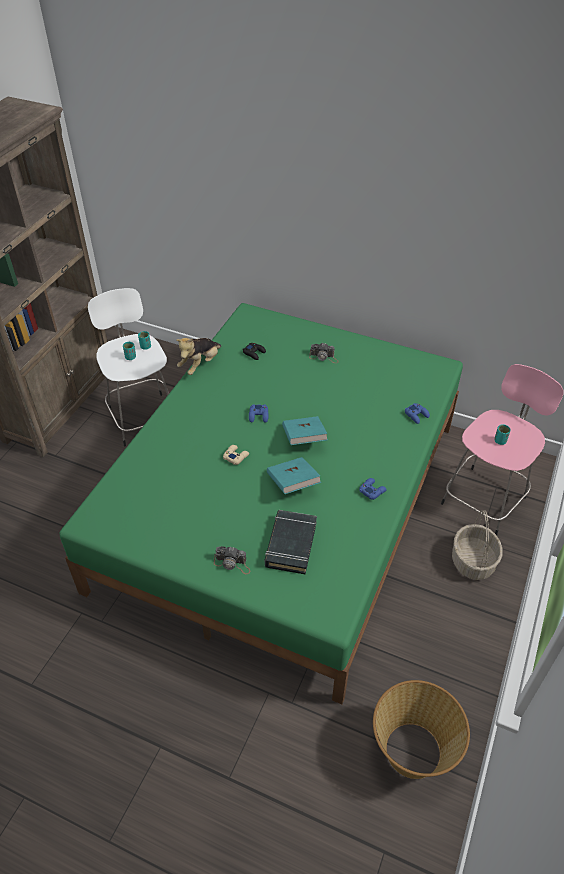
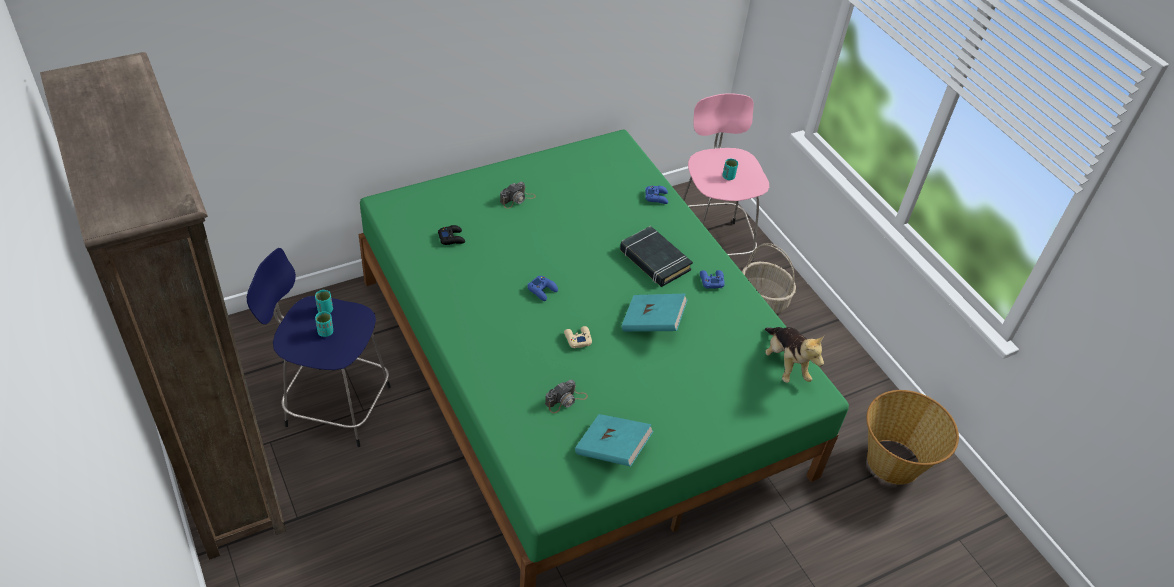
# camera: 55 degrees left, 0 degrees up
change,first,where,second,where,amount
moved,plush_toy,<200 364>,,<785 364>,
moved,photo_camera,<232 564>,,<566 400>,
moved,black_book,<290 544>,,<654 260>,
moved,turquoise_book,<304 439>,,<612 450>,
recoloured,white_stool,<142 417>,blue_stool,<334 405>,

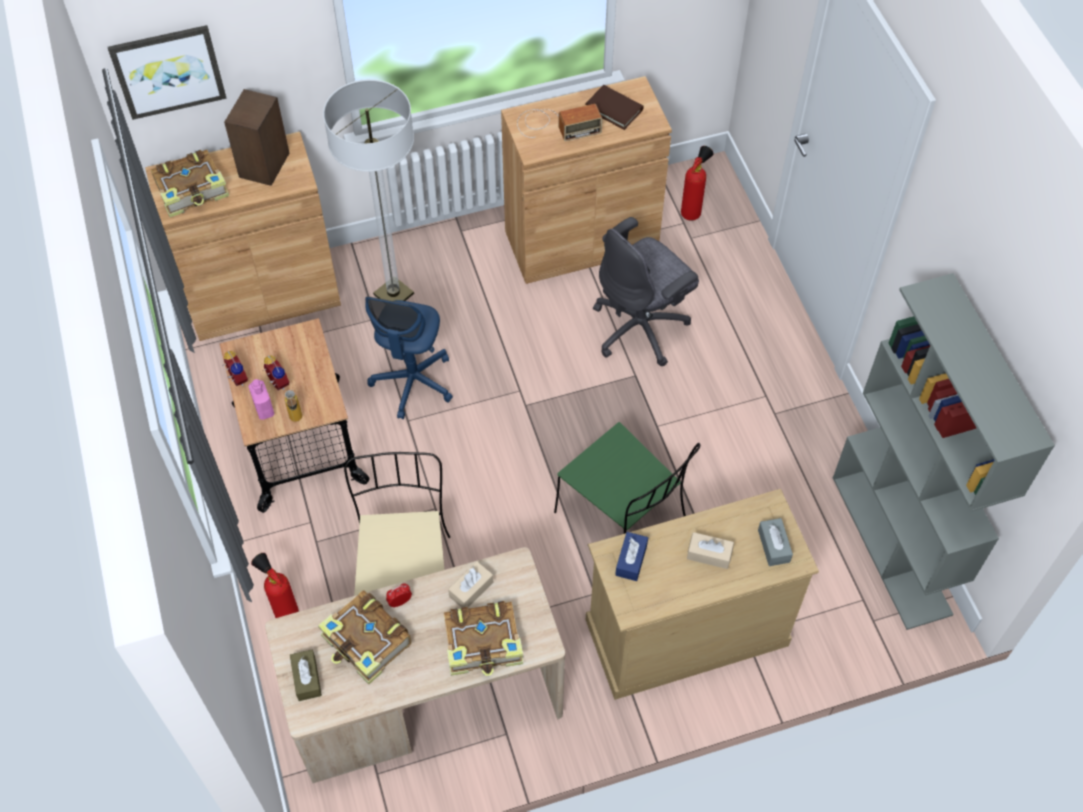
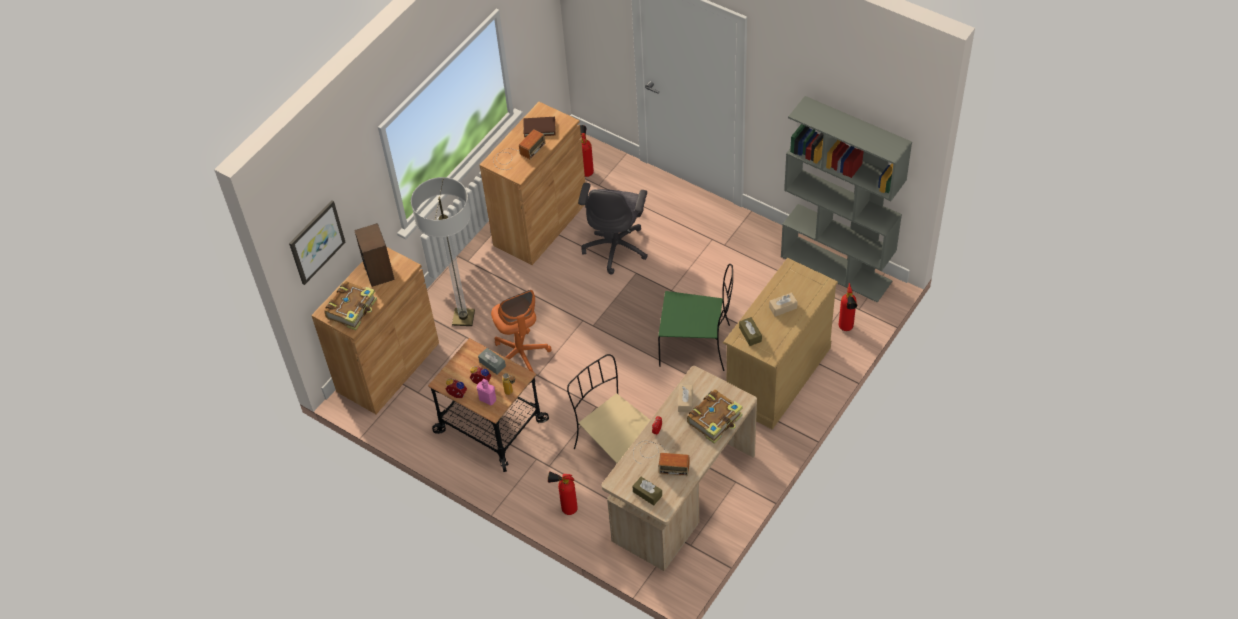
# camera: 35 degrees left, 5 degrees down
change,first,where,second,where,amount
added,,,fire_extinguisher,<846 329>,
moved,grey_tissue_box,<773 546>,,<492 364>,
replaced,book,<366 642>,radio,<660 458>,
recoloured,blue_office_chair,<413 382>,orange_office_chair,<521 355>,
recoloured,blue_tissue_box,<631 560>,brown_tissue_box,<750 334>,

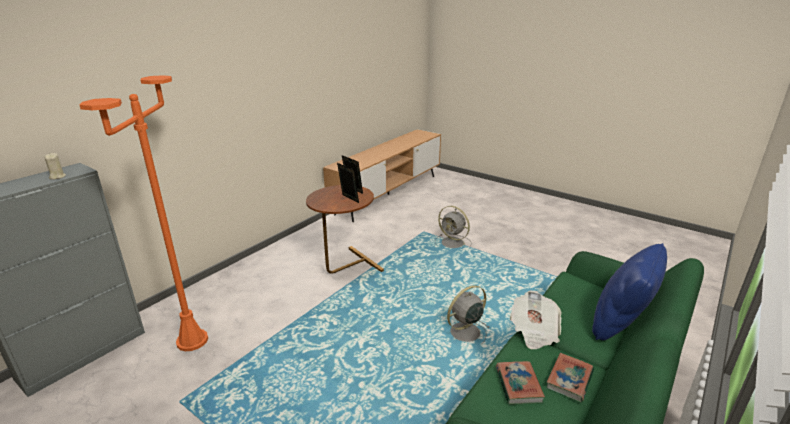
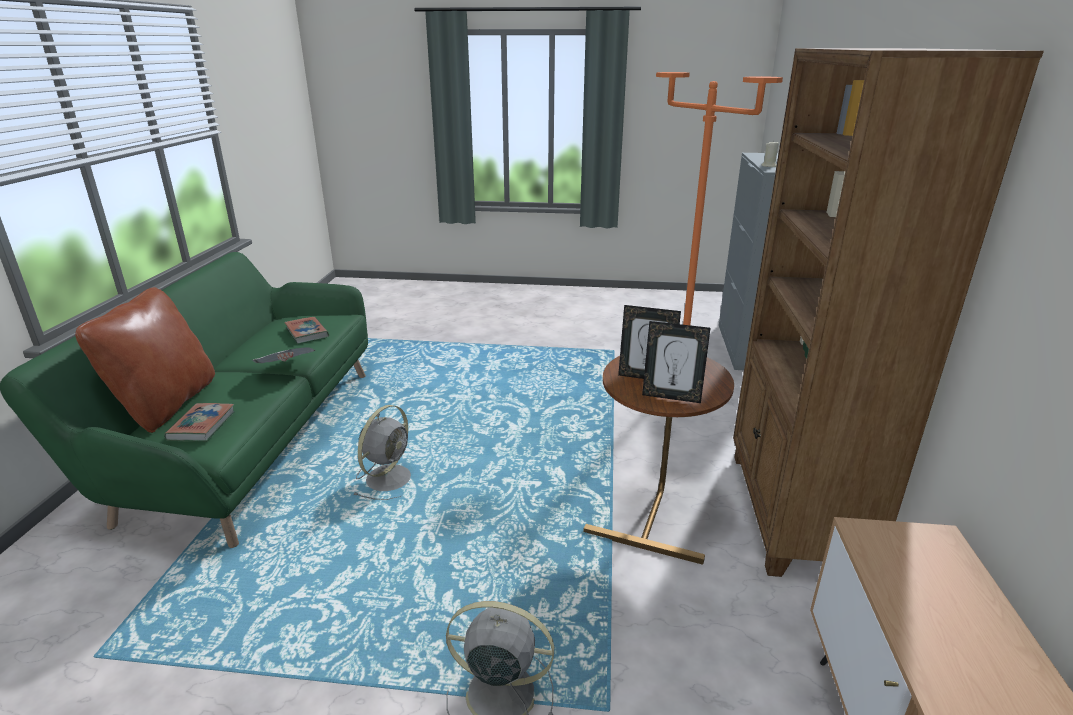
# camera: 150 degrees right, 0 degrees up
change,first,where,second,where,amount
added,,,brown_bookcase,<792 513>,
moved,book,<569 380>,,<202 426>,
recoloured,blue_pillow,<620 324>,brown_pillow,<166 405>,

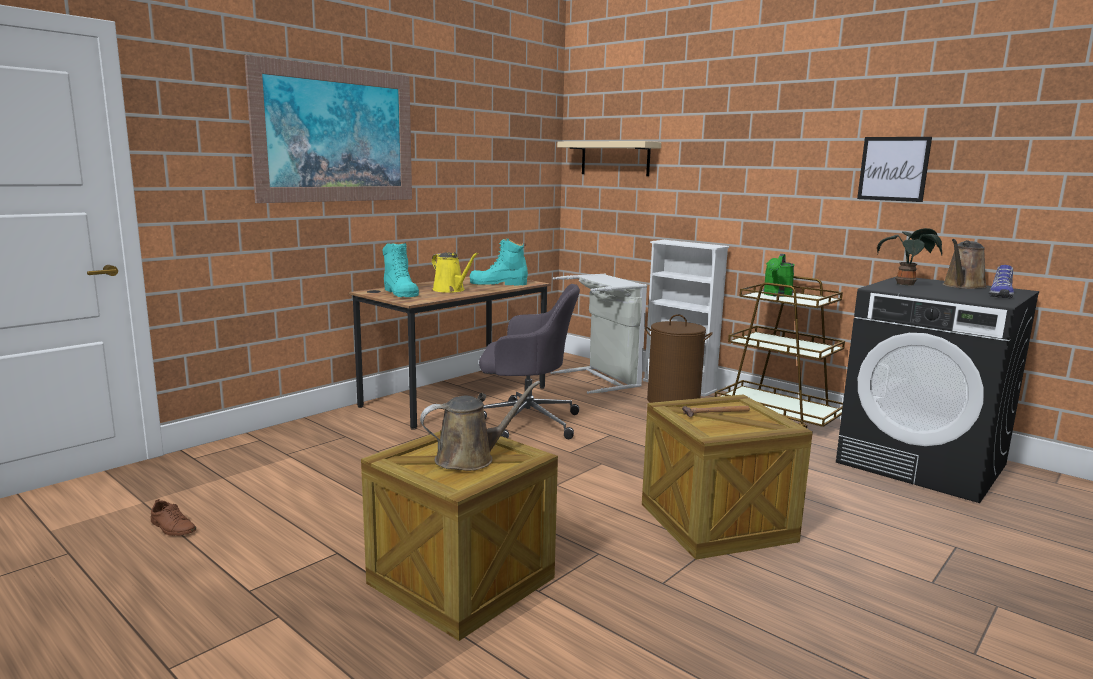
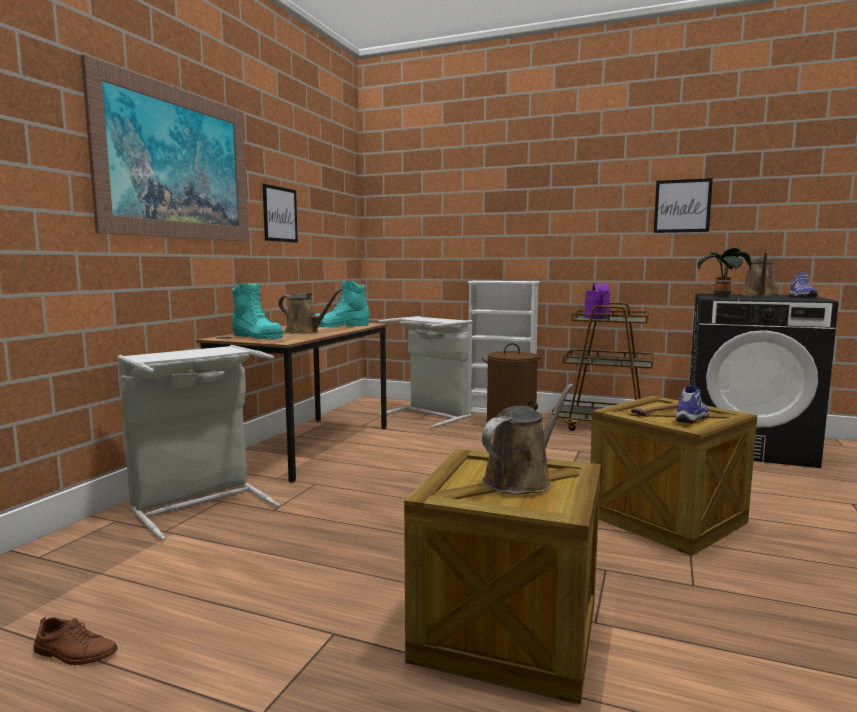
# camera: 20 degrees left, 5 degrees down
change,first,where,second,where,amount
removed,grey_office_chair,<526 422>,,,
removed,beige_shelf,<615 158>,,,
added,,,grey_laundry_basket,<200 504>,
added,,,picture,<280 214>,
added,,,shoe,<692 419>,
recoloured,yellow_watering_can,<451 290>,brown_watering_can,<305 332>,
recoloured,green_watering_can,<776 295>,purple_watering_can,<598 318>,

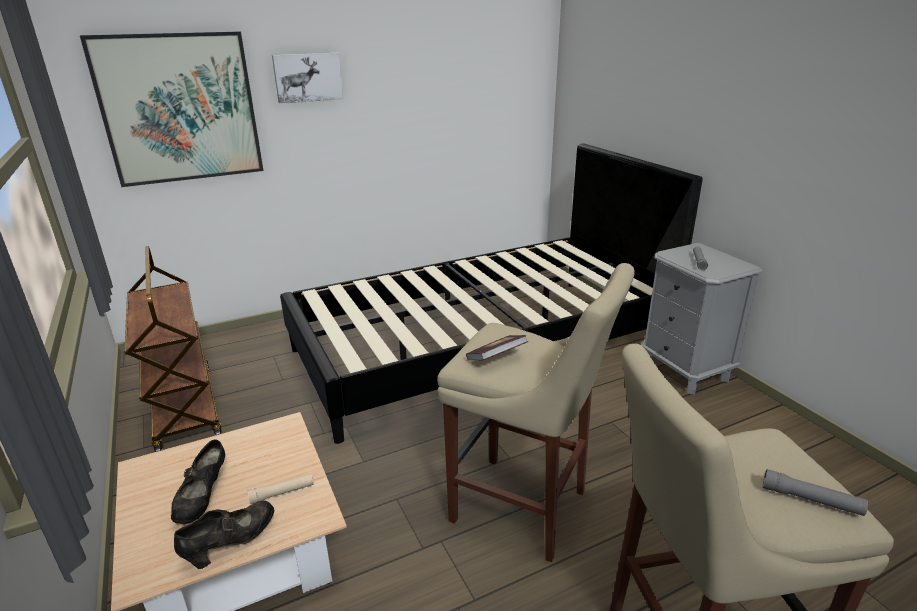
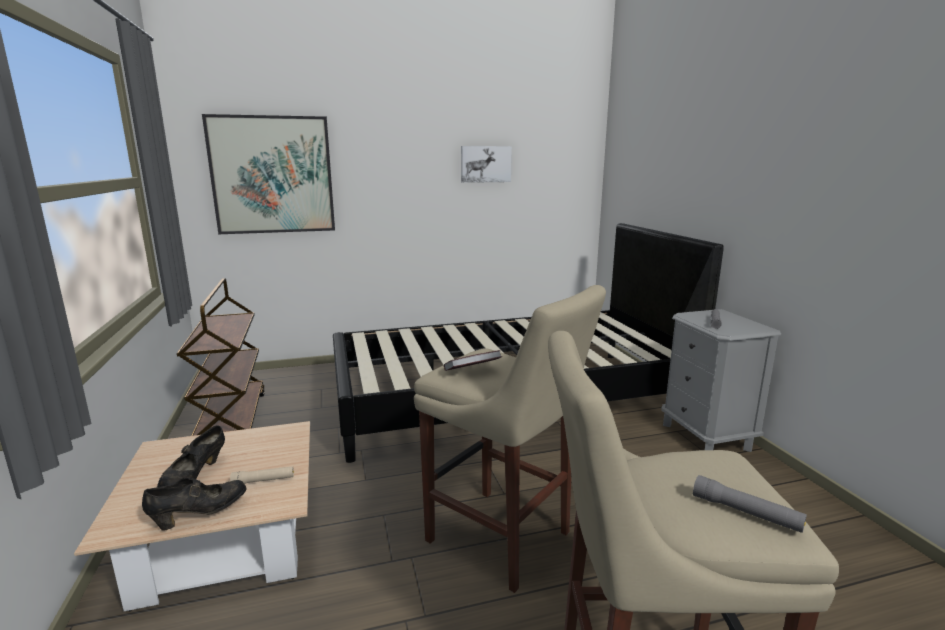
# camera: 10 degrees right, 10 degrees down
change,first,where,second,where,amount
moved,picture,<308 77>,,<485 164>,

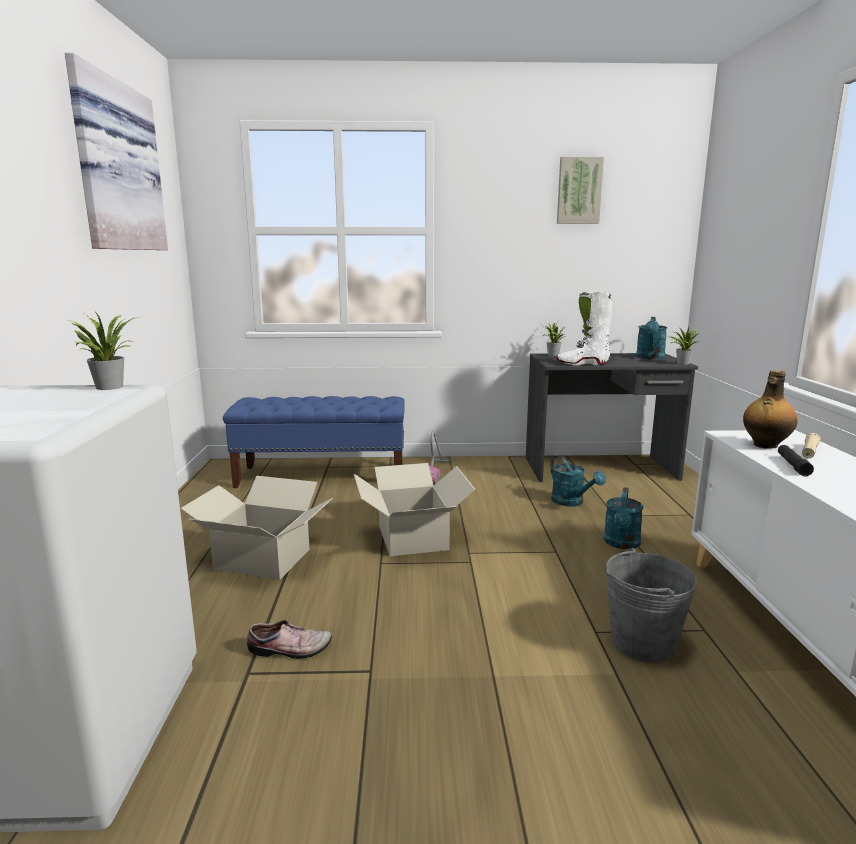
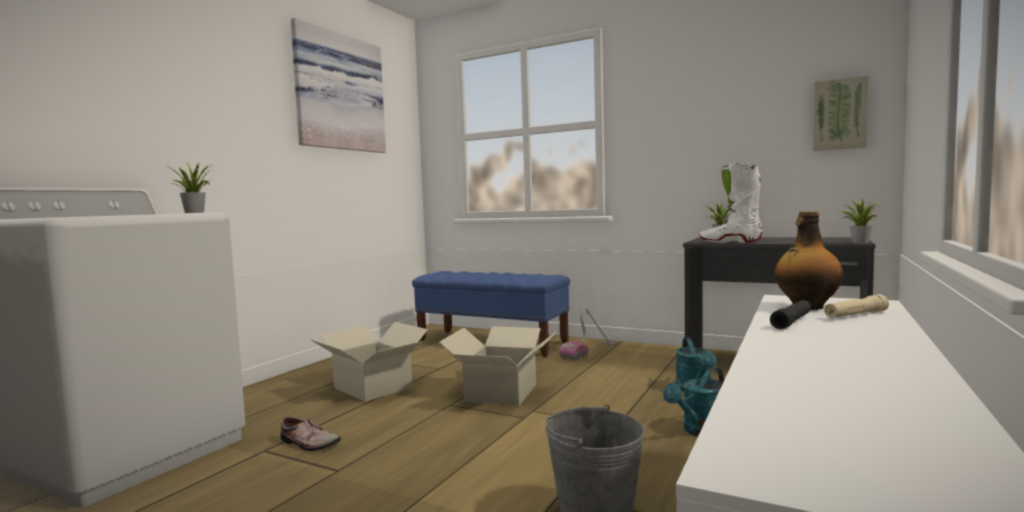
# camera: 30 degrees right, 10 degrees down
change,first,where,second,where,amount
removed,turquoise_watering_can,<650 358>,,,
moved,picture,<579 191>,,<840 114>,

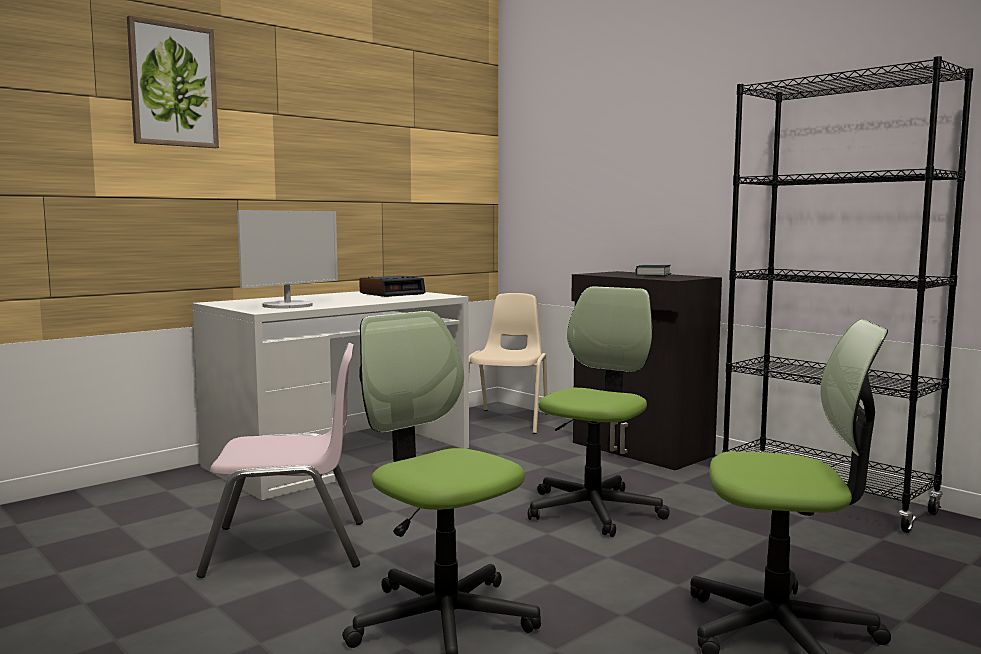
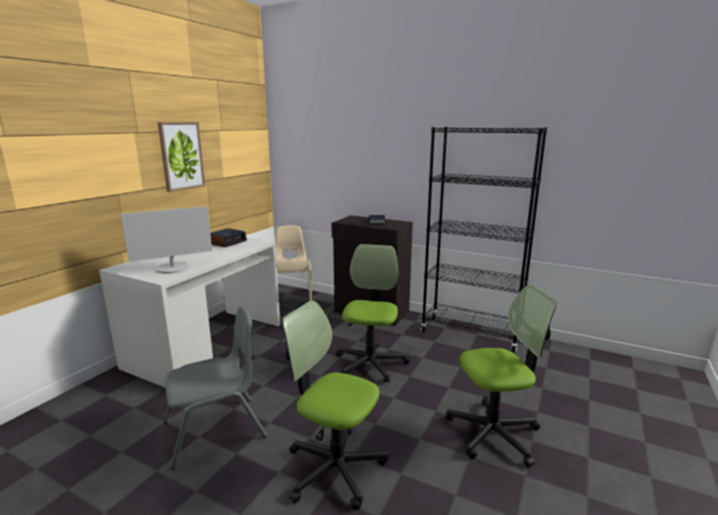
# camera: 20 degrees left, 10 degrees up
change,first,where,second,where,amount
moved,picture,<173 85>,,<181 156>,
recoloured,pink_chair,<288 548>,grey_chair,<215 430>,
turned,monitor,<288 305>,,<173 268>,45 degrees clockwise

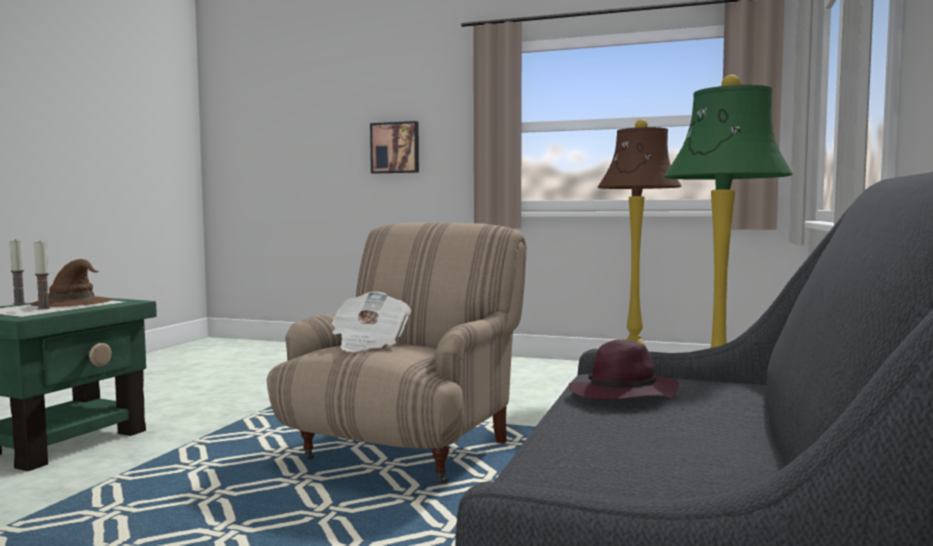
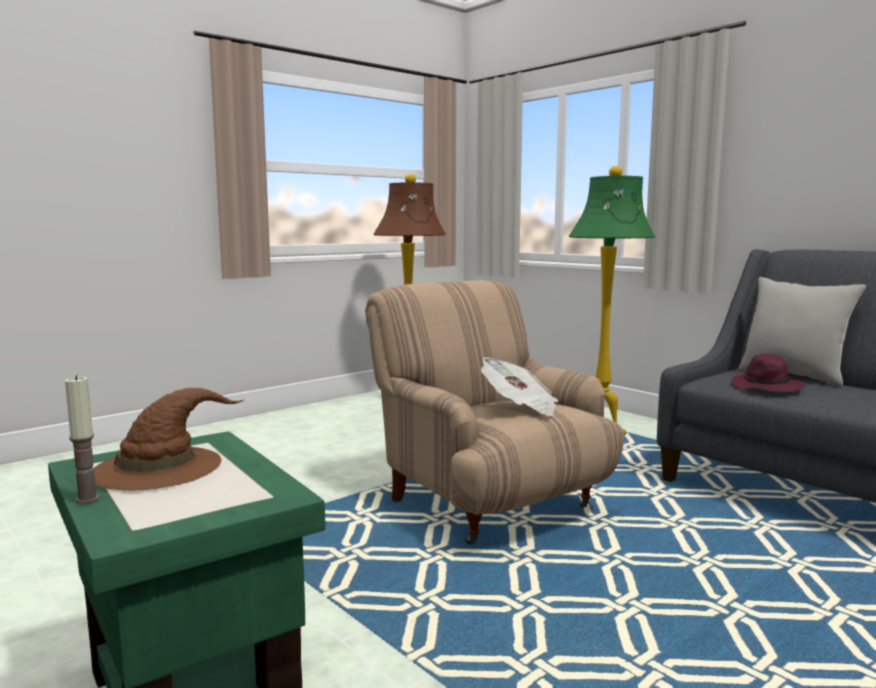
# camera: 60 degrees left, 5 degrees up
change,first,where,second,where,amount
removed,candle,<43 308>,,,
removed,picture,<395 148>,,,
added,,,grey_pillow,<793 376>,

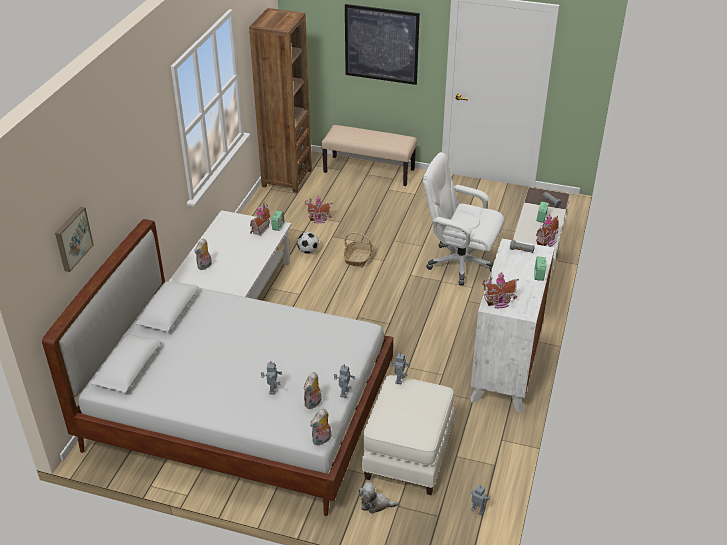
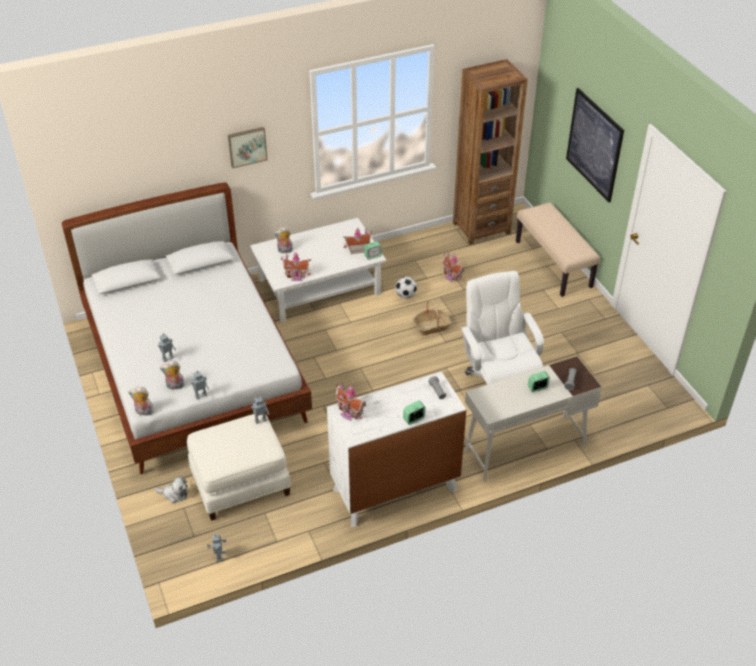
# camera: 50 degrees right, 5 degrees up
change,first,where,second,where,amount
moved,picture,<72 238>,,<247 146>,
moved,toy_house,<547 242>,,<296 276>,
turned,plush_toy,<375 504>,,<174 494>,135 degrees clockwise

